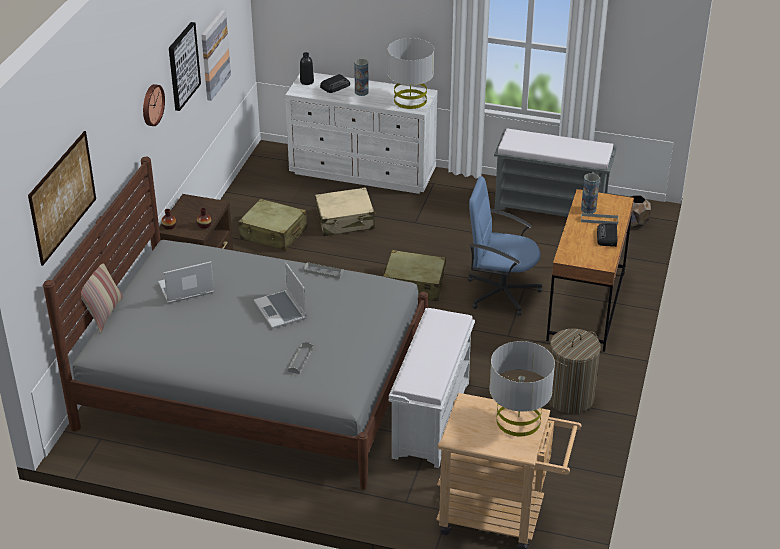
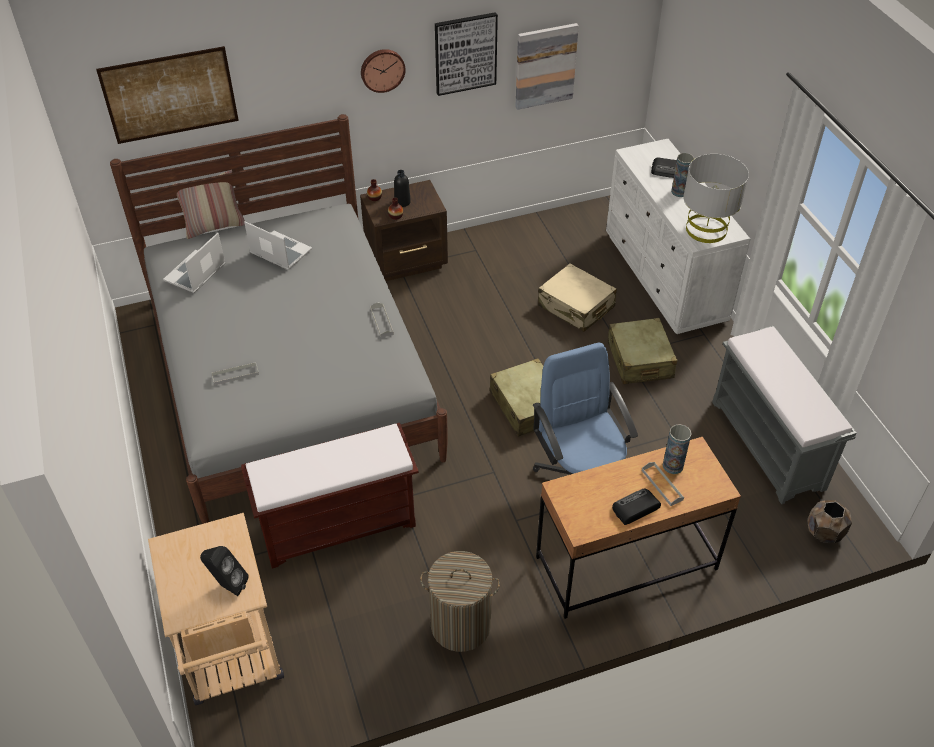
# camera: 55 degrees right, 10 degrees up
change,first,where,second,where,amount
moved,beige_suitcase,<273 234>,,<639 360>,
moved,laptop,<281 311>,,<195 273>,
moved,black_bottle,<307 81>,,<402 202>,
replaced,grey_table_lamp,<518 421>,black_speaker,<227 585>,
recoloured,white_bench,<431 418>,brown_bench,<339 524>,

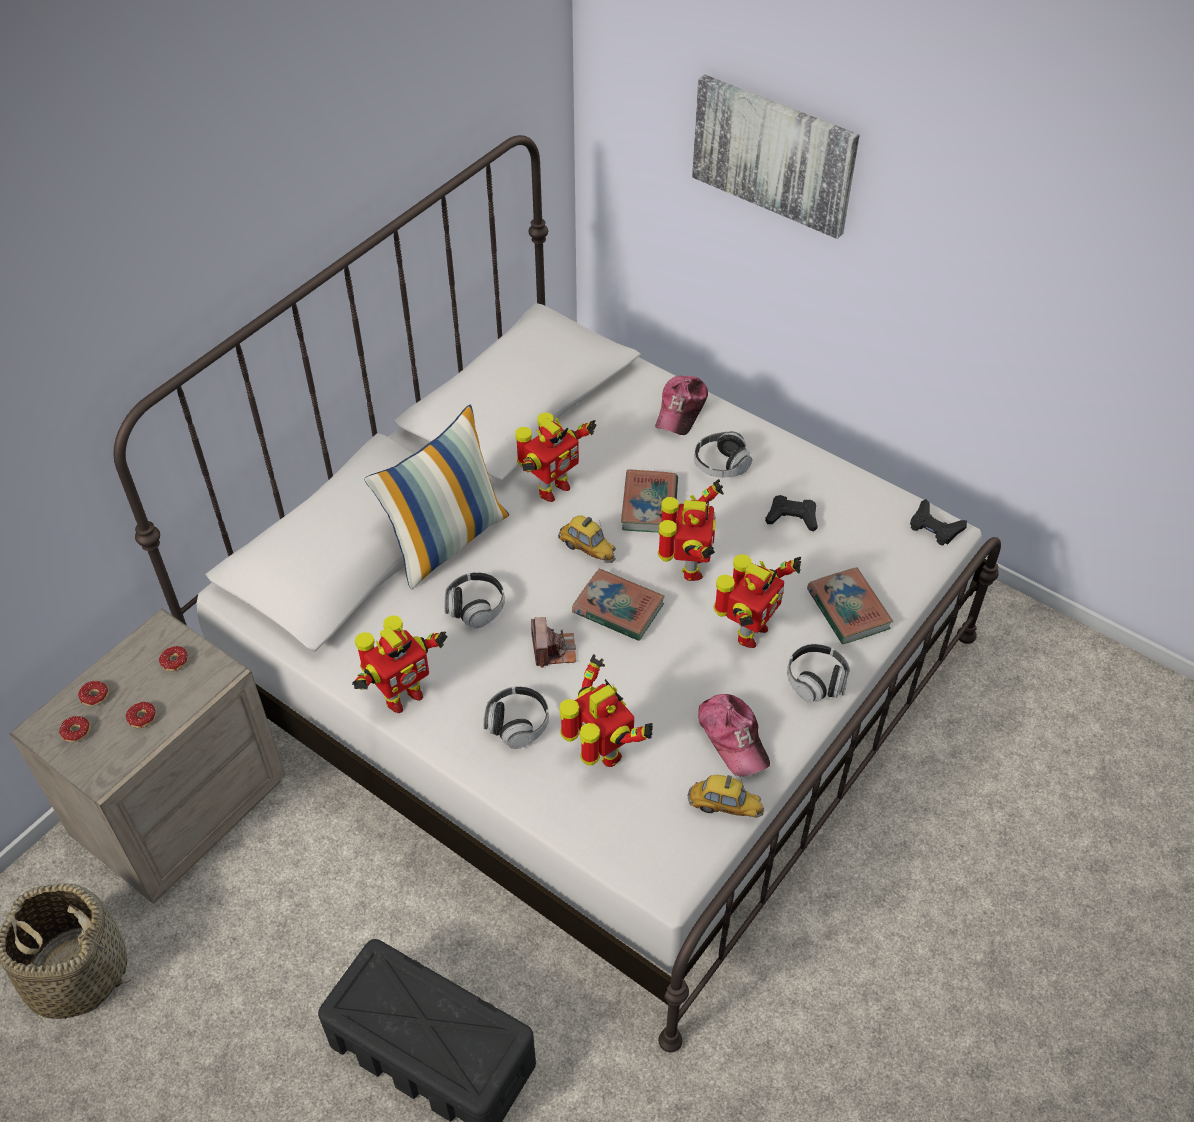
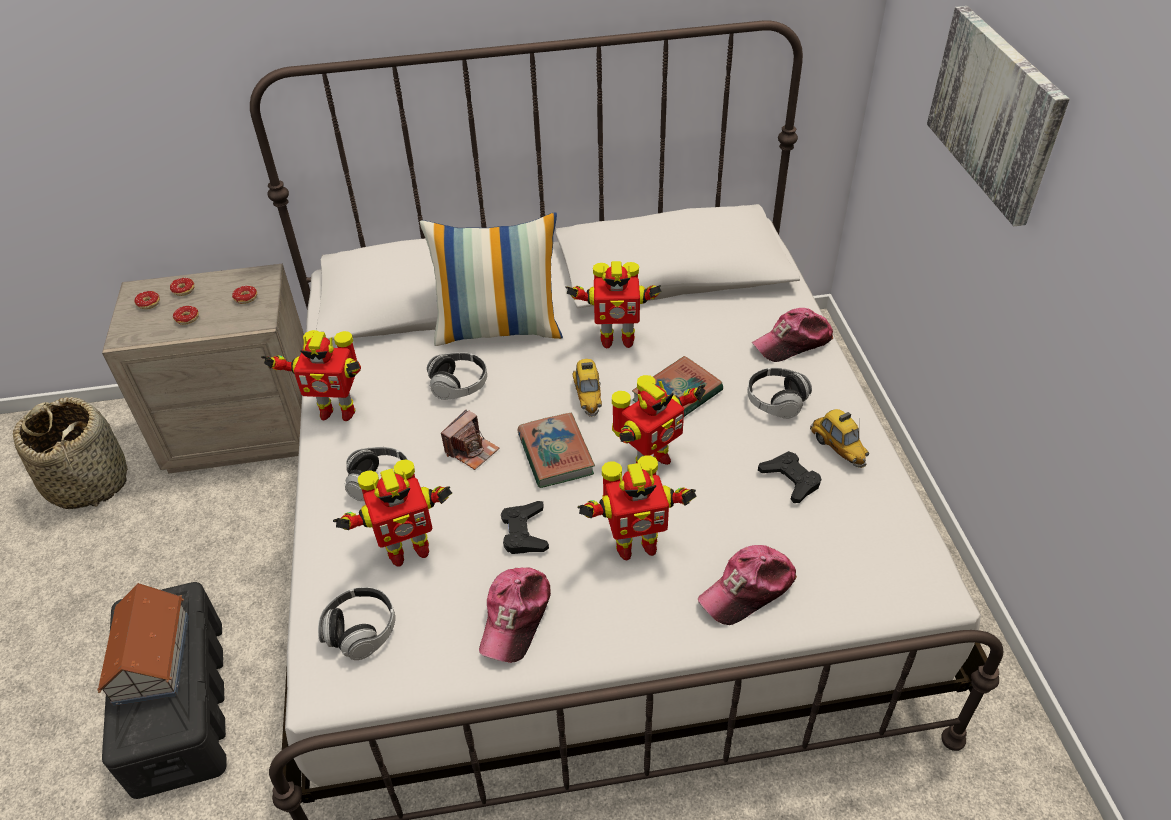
# camera: 45 degrees right, 5 degrees down
change,first,where,second,where,amount
added,,,toy_house,<151 659>,
moved,toy_car,<725 807>,,<838 448>,
moved,headphones,<816 681>,,<361 631>,
moved,black_game_controller,<935 527>,,<524 532>,
replaced,book,<848 609>,cap,<748 590>,
turned,toy_robot,<602 754>,,<406 550>,60 degrees clockwise

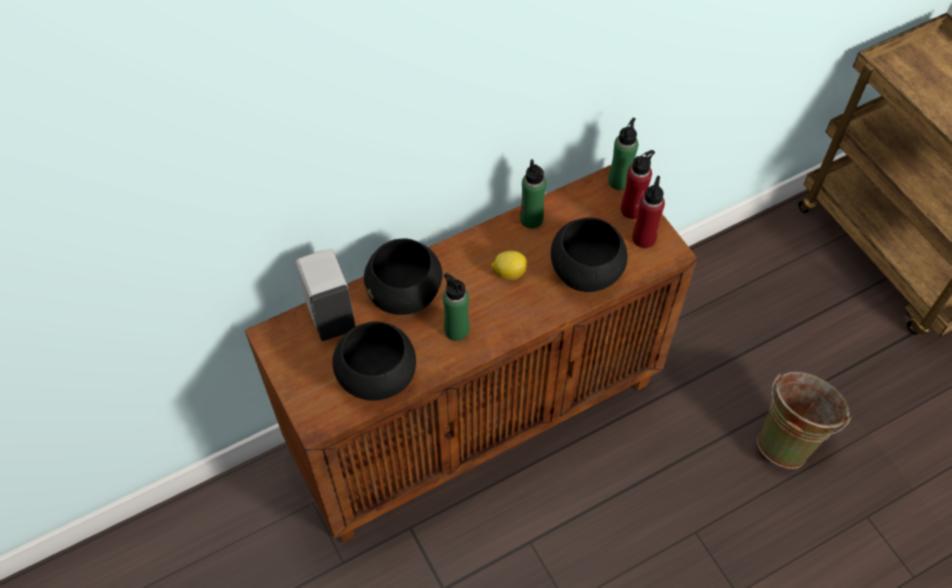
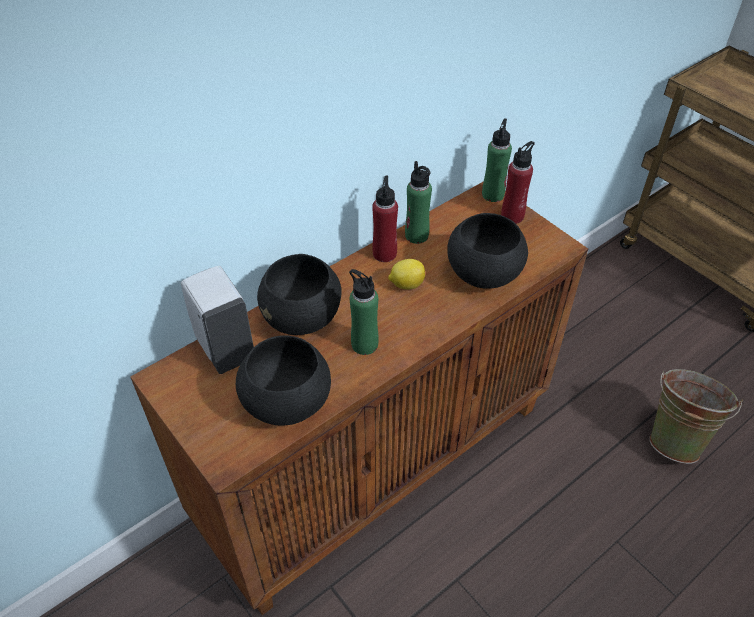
# camera: 10 degrees left, 10 degrees down
change,first,where,second,where,amount
moved,red_bottle,<644 238>,,<384 253>,

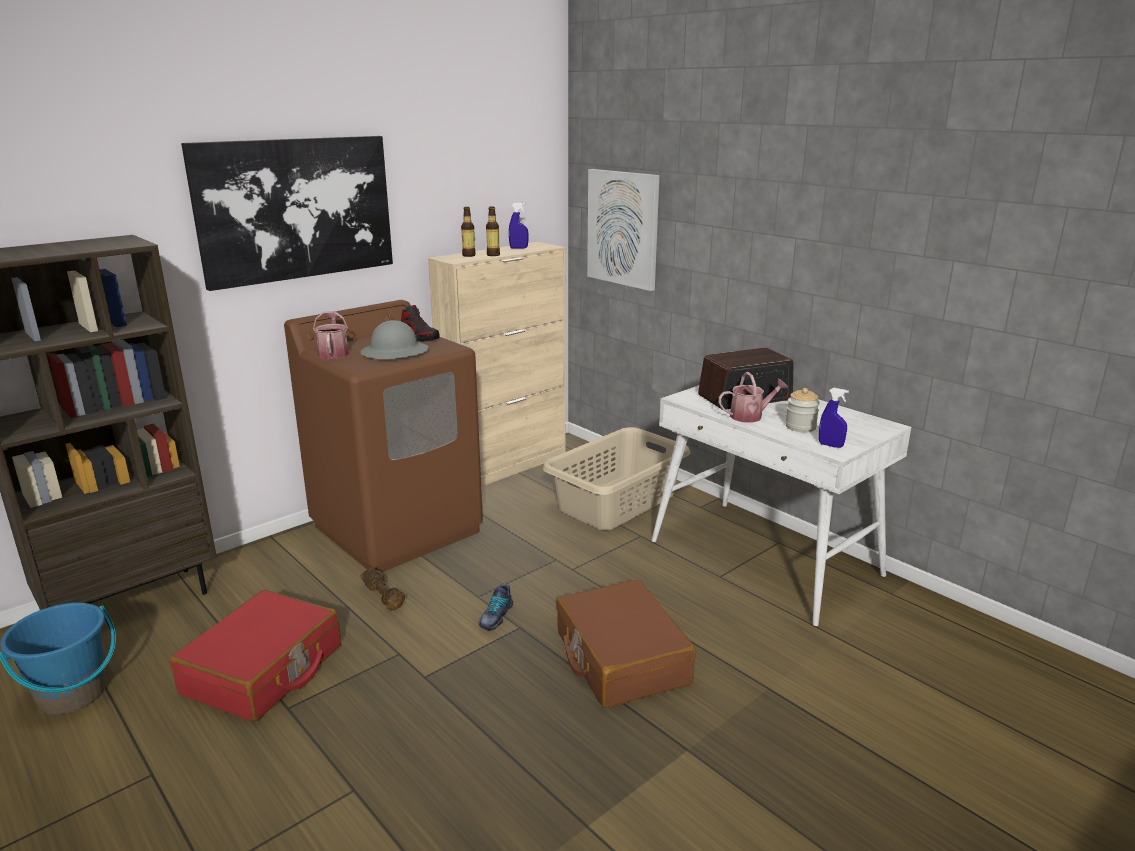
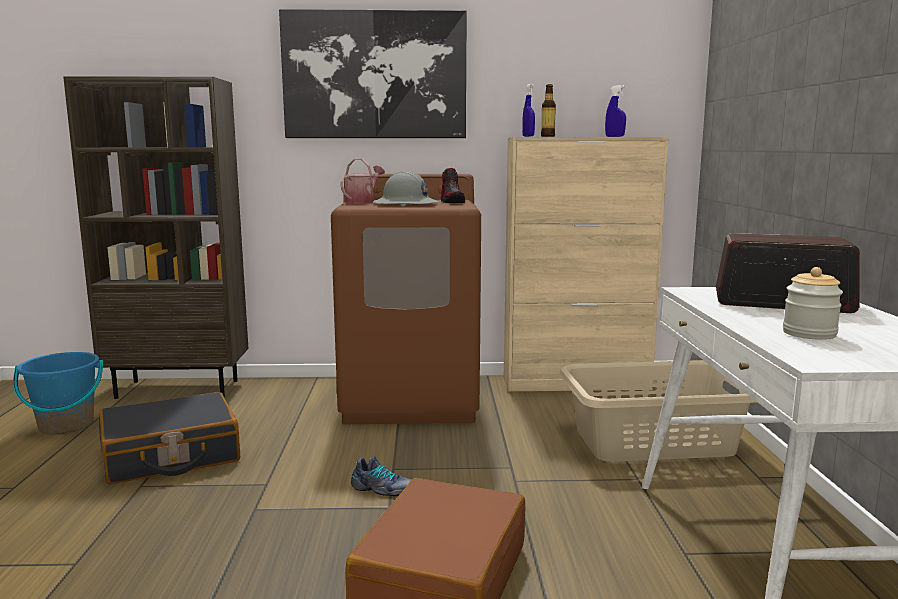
# camera: 40 degrees right, 10 degrees down
change,first,where,second,where,amount
removed,brown_dumbbell,<384 597>,,,
removed,bottle,<493 255>,,,
removed,picture,<623 228>,,,
removed,watering_can,<750 416>,,,
moved,blue_spray_bottle,<830 445>,,<528 136>,
recoloured,red_suitcase,<264 670>,black_suitcase,<170 456>,
turned,shoe,<495 616>,,<383 489>,135 degrees counterclockwise

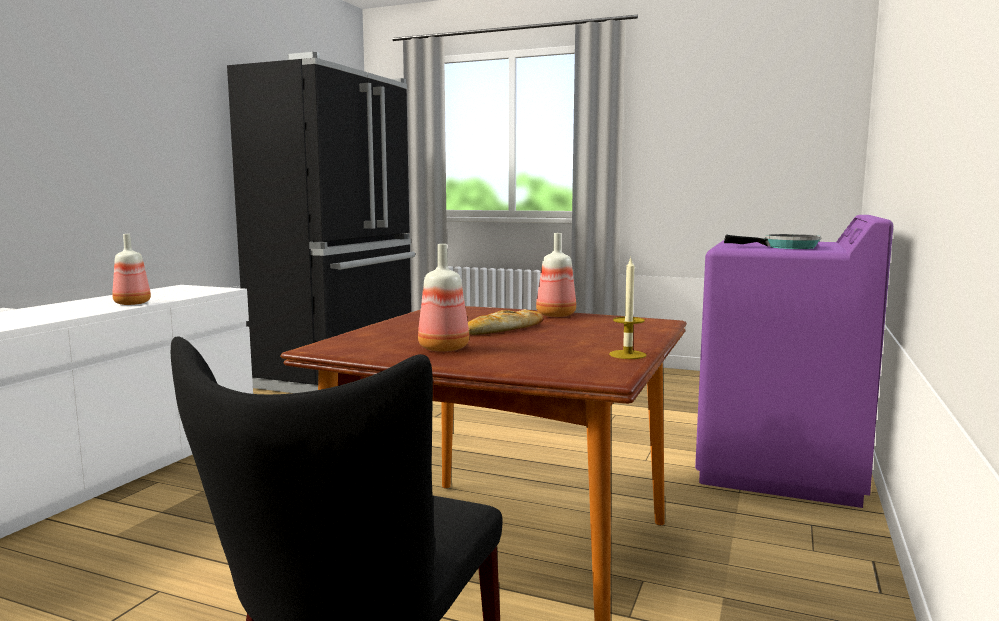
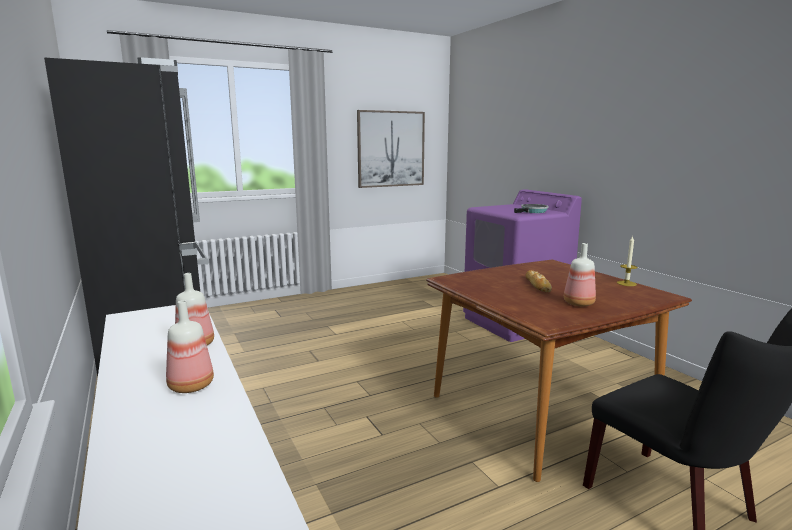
# camera: 50 degrees left, 5 degrees up
change,first,where,second,where,amount
added,,,picture,<391 149>,
moved,bottle,<556 315>,,<192 387>,

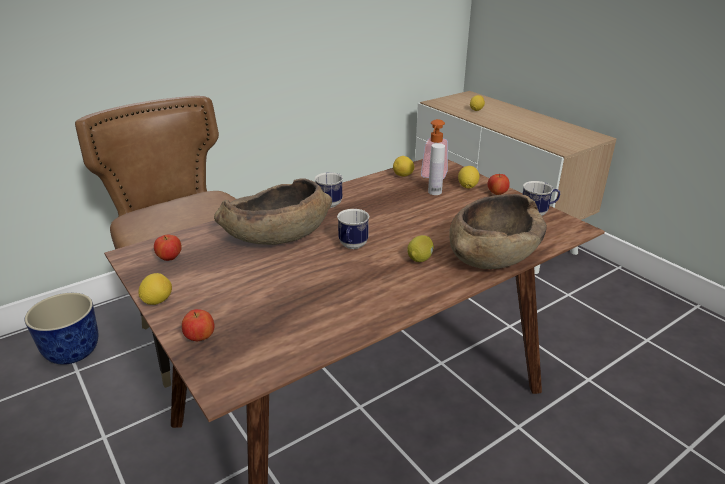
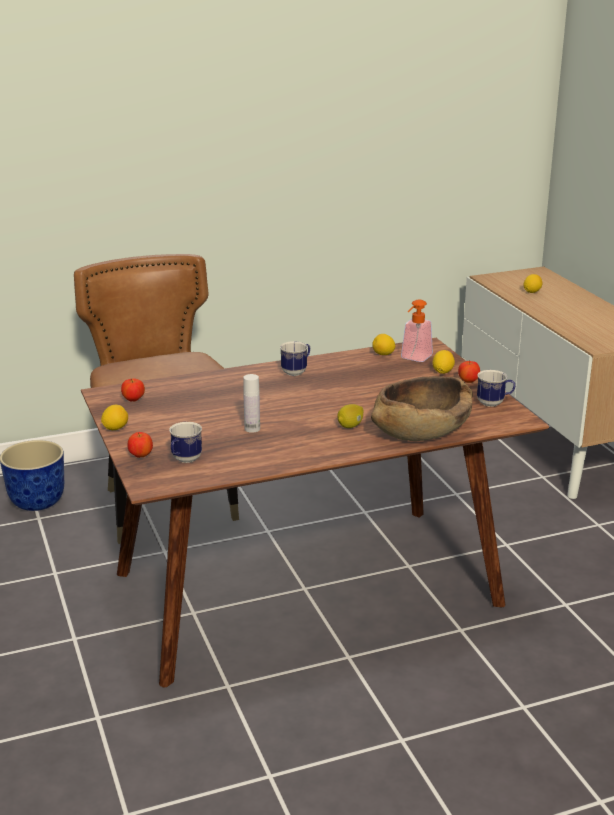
# camera: 15 degrees right, 5 degrees down
change,first,where,second,where,amount
removed,brown_bowl,<276 234>,,,
moved,mug,<352 247>,,<184 460>,
moved,white_bottle,<434 192>,,<252 429>,

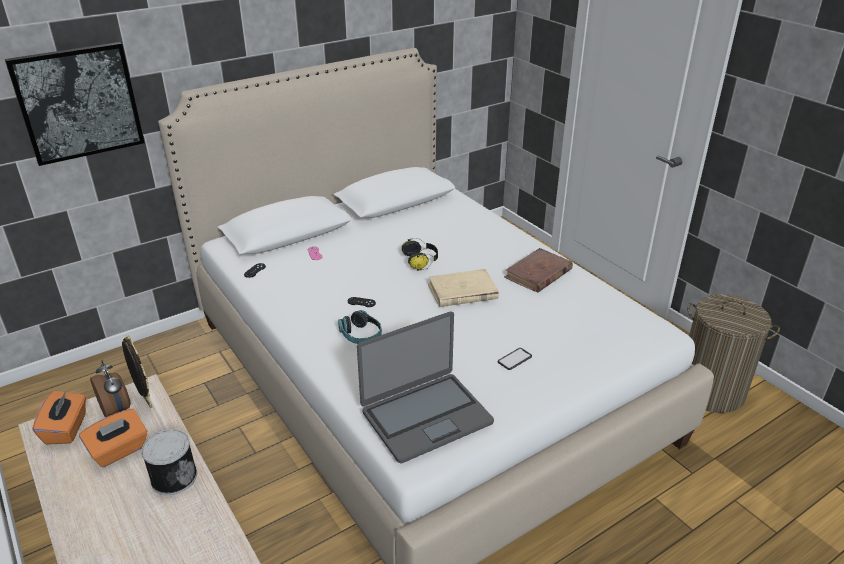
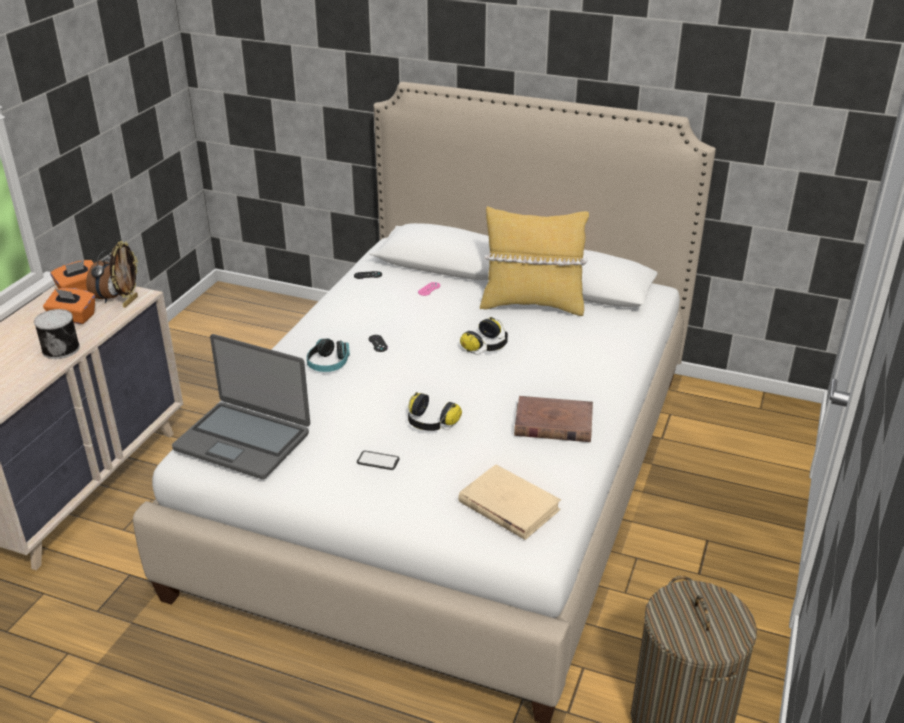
# camera: 55 degrees right, 0 degrees up
change,first,where,second,where,amount
removed,picture,<78 102>,,,
added,,,headphones,<430 423>,
added,,,yellow_pillow,<532 304>,
moved,beige_book,<462 292>,,<508 506>,

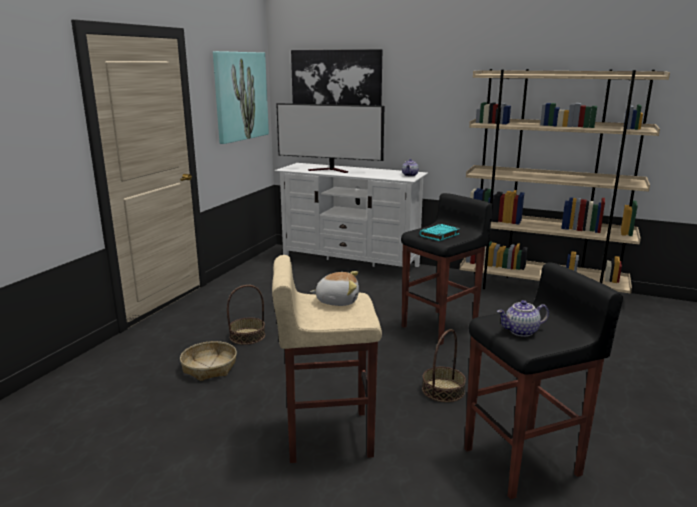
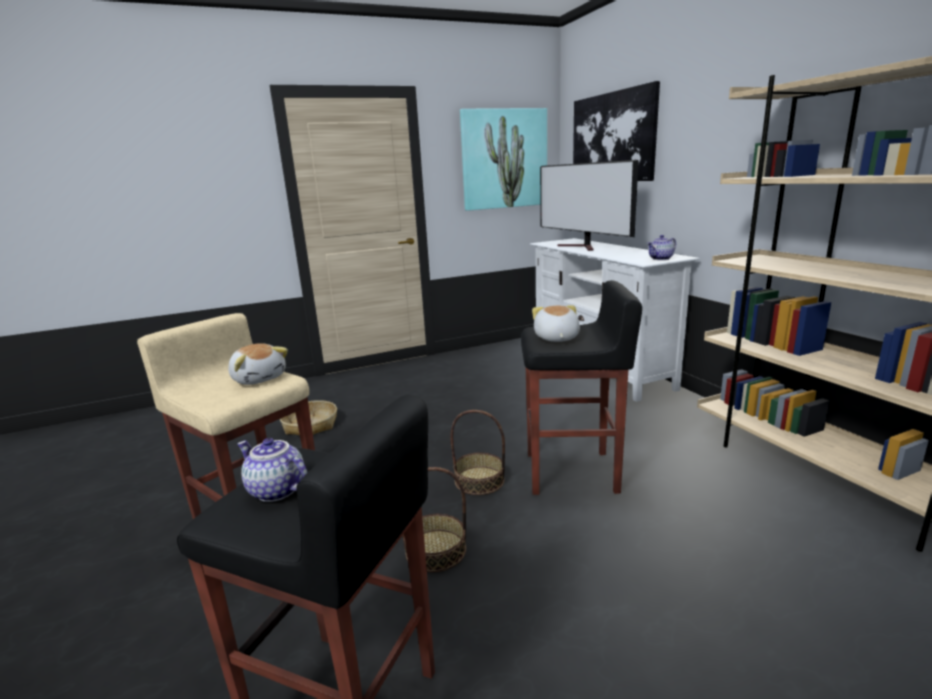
# camera: 45 degrees right, 0 degrees up
change,first,where,second,where,amount
moved,basket,<247 336>,,<479 480>,
replaced,turquoise_book,<439 235>,plush_toy,<556 338>,

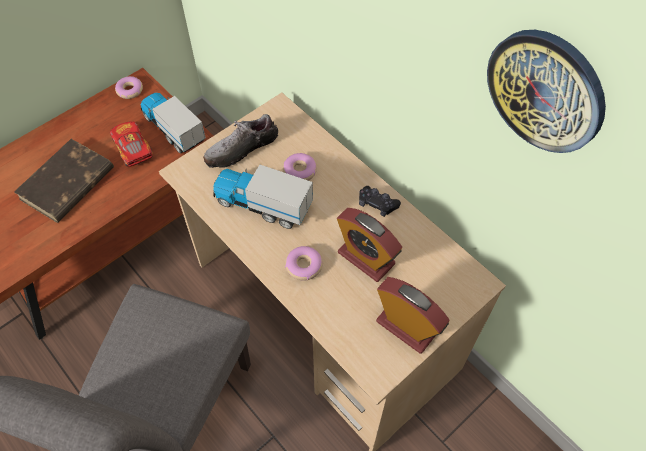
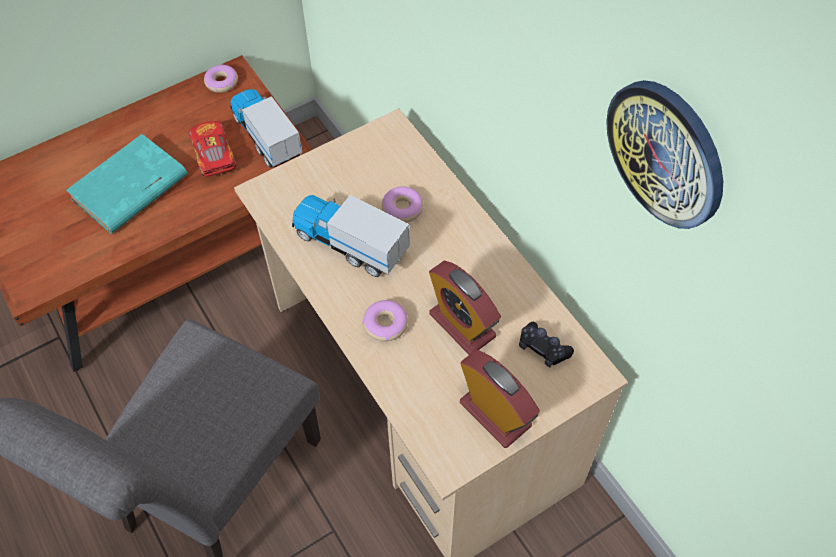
# camera: 10 degrees right, 0 degrees up
change,first,where,second,where,amount
removed,shoe,<241 149>,,,
moved,black_game_controller,<377 204>,,<543 348>,
recoloured,brown_book,<67 184>,turquoise_book,<129 189>,

